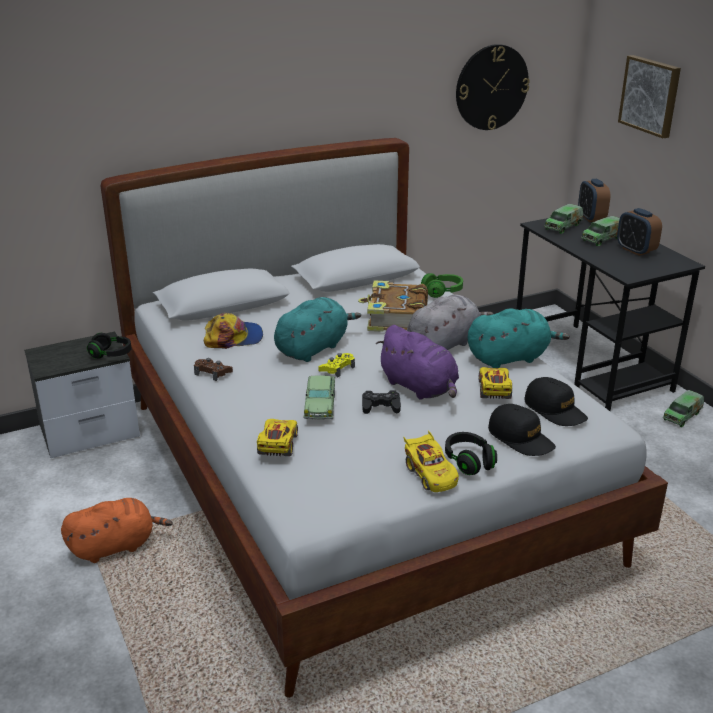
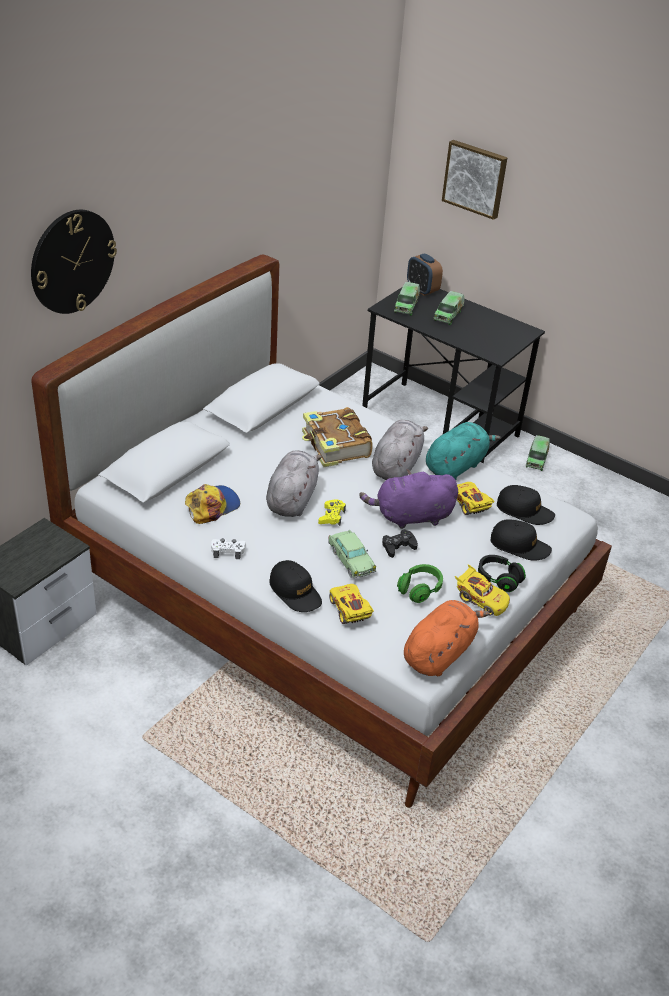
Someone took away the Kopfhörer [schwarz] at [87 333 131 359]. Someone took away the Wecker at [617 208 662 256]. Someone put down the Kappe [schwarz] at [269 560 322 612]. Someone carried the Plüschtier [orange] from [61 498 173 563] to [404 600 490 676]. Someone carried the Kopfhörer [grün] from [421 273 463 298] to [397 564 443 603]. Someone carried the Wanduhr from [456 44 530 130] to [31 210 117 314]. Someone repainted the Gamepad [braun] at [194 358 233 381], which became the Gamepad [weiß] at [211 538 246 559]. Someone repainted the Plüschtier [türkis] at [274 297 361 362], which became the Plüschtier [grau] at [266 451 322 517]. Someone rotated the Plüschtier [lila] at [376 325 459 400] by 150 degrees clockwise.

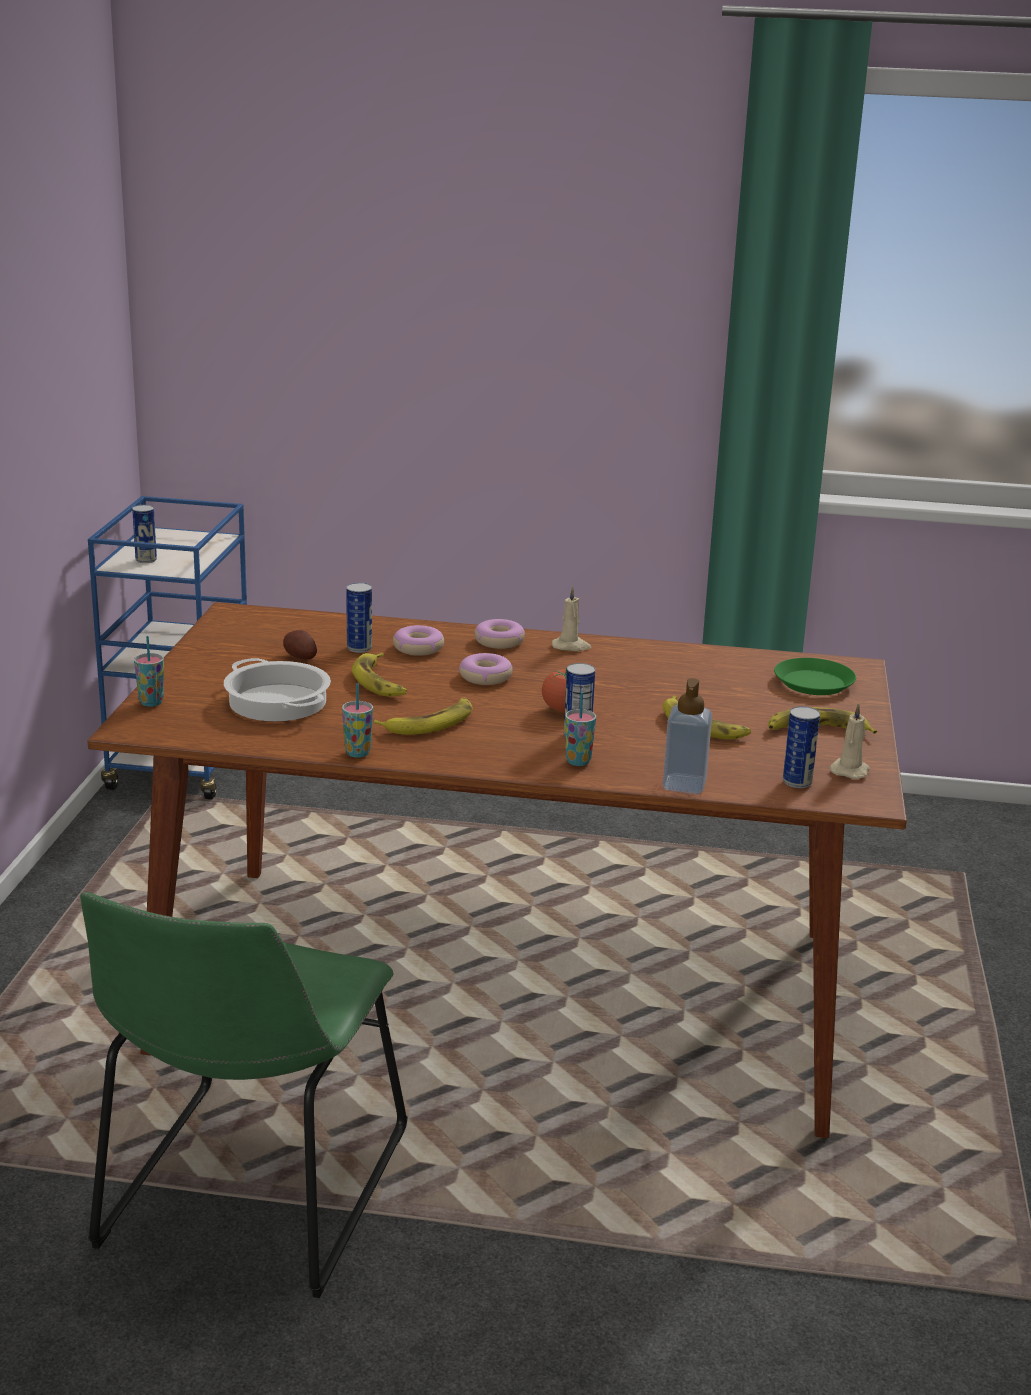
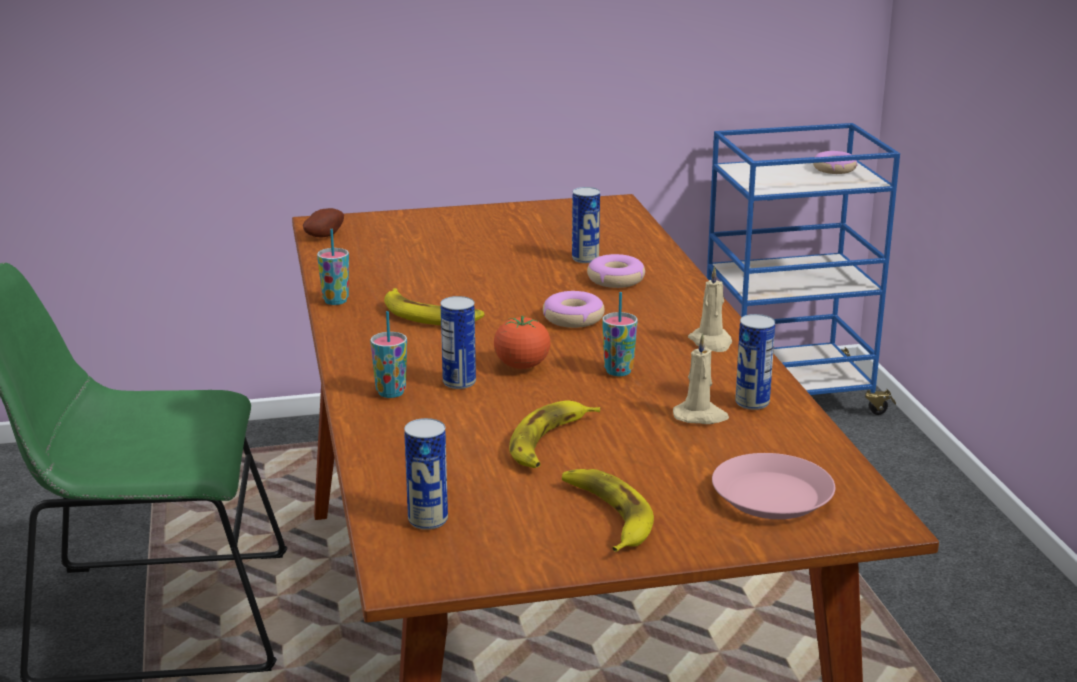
Someone took away the Kochtopf at [224 658 331 721]. Someone took away the Banane at [352 653 407 696]. Someone took away the Seifenspender at [663 678 712 794]. Someone carried the Dose from [132 505 157 563] to [735 314 775 410]. Someone carried the Tasse from [134 636 164 707] to [602 292 638 376]. Someone carried the Kartoffel from [283 630 317 660] to [303 208 344 237]. Someone carried the Donut from [474 619 525 649] to [813 151 857 174]. Someone carried the Kerze [beige] from [829 703 870 779] to [673 333 729 424]. Someone repainted the Teller [grün] at [774 658 856 695], which became the Teller [rosa] at [712 453 835 519].

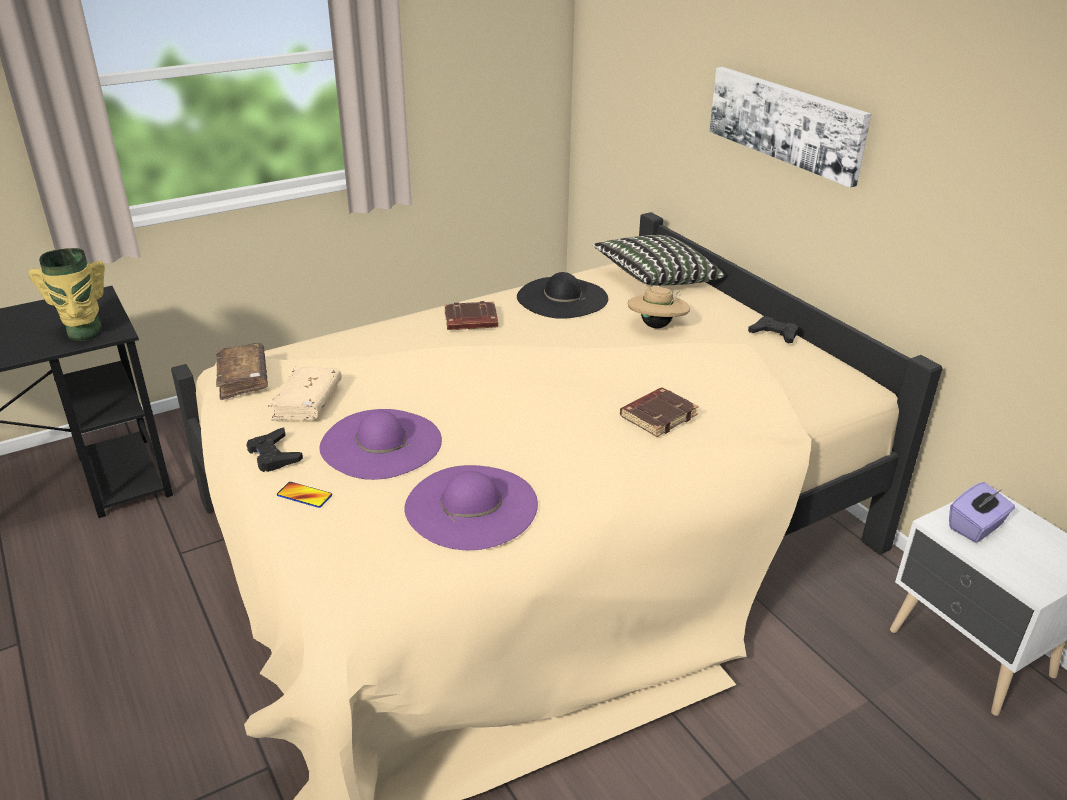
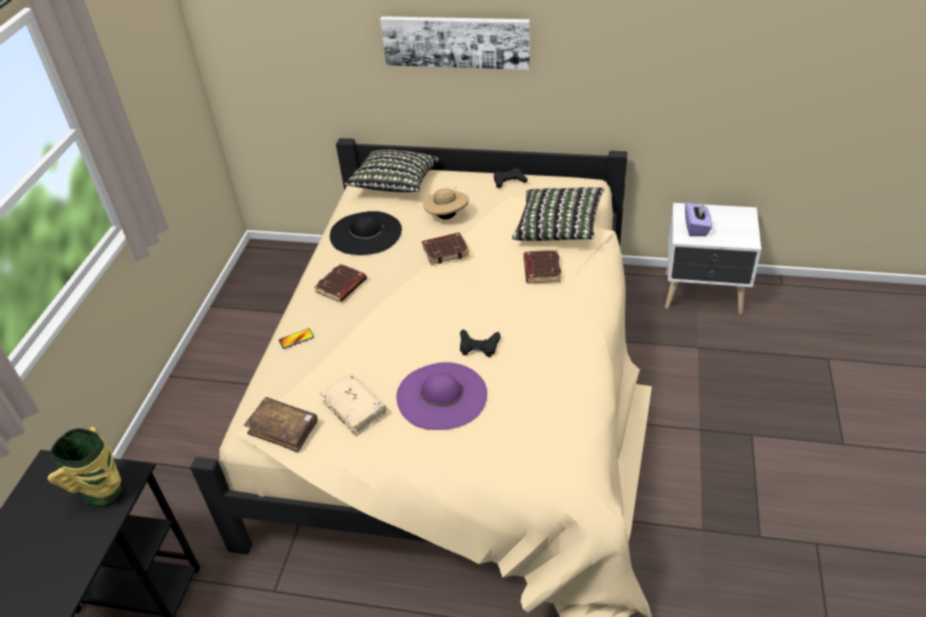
Someone took away the Hut [lila] at [404 465 538 550]. Someone put down the Buch [braun] at [422 232 470 265]. Someone put down the Kissen at [512 187 604 241]. Someone carried the Gamepad [schwarz] from [246 427 303 472] to [460 329 501 357]. Someone carried the Handy from [277 482 332 508] to [279 328 314 349].

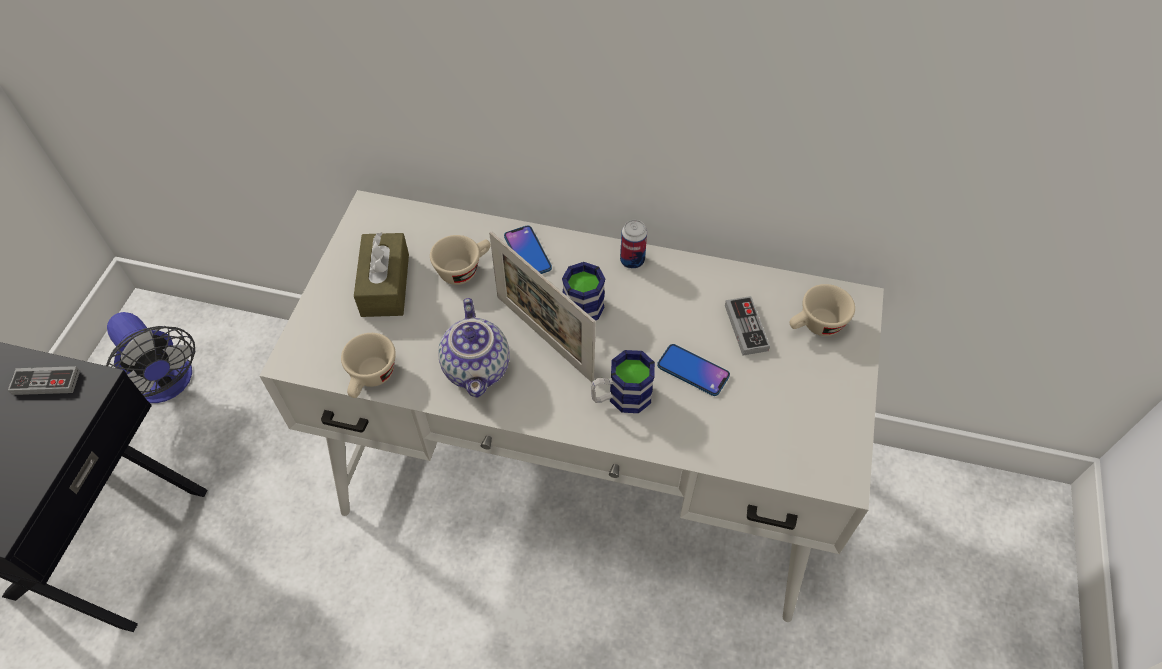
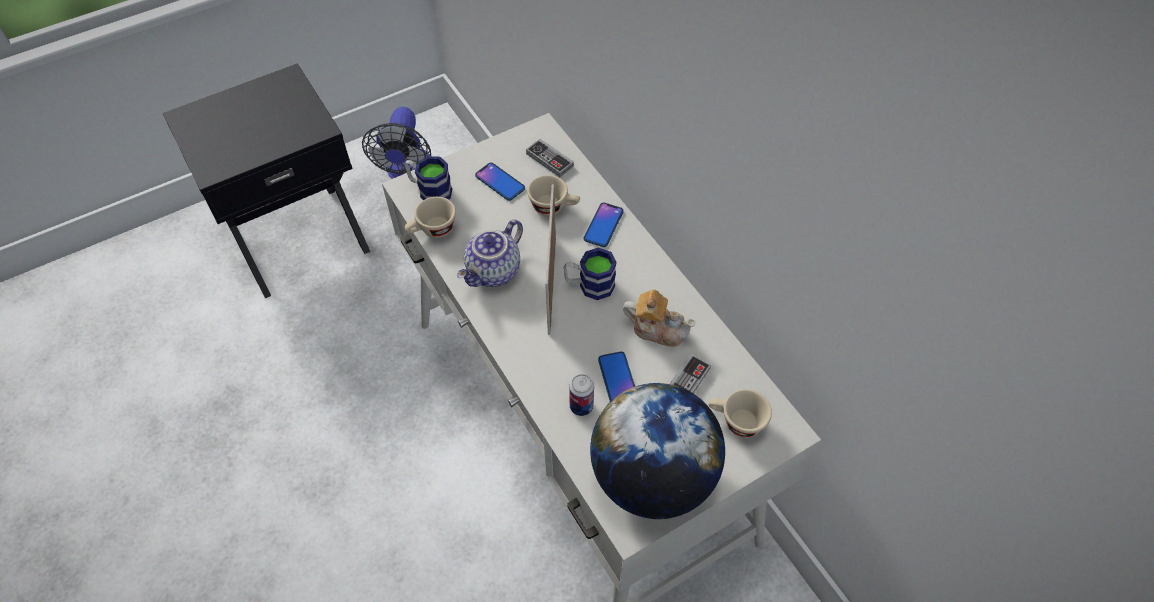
Someone put down the Globus at [590 383 725 519]. Someone put down the Teekanne at [623 289 696 347]. Someone carried the Gamepad from [8 366 80 395] to [526 139 574 177]. Someone carried the Henkelbecher from [591 350 655 413] to [405 156 452 200]. Someone carried the Dose from [620 220 647 269] to [569 374 594 416]. Someone swapped the Taschentuchbox [braun] at [354 232 409 317] for the Handy at [475 163 525 201].

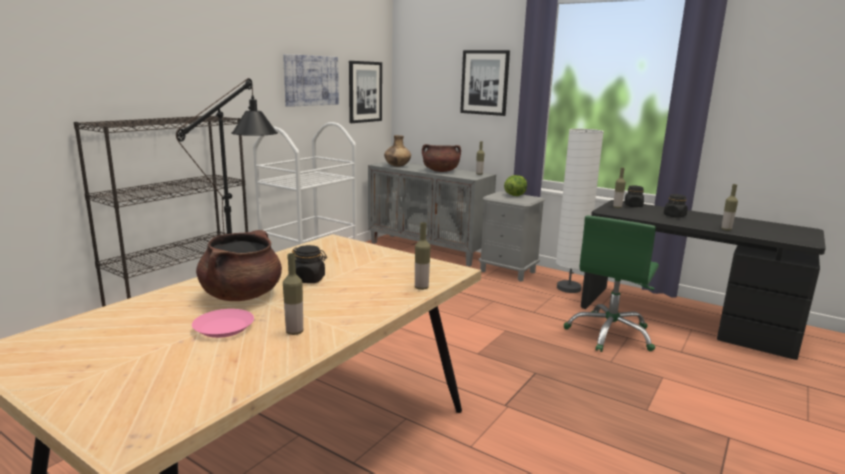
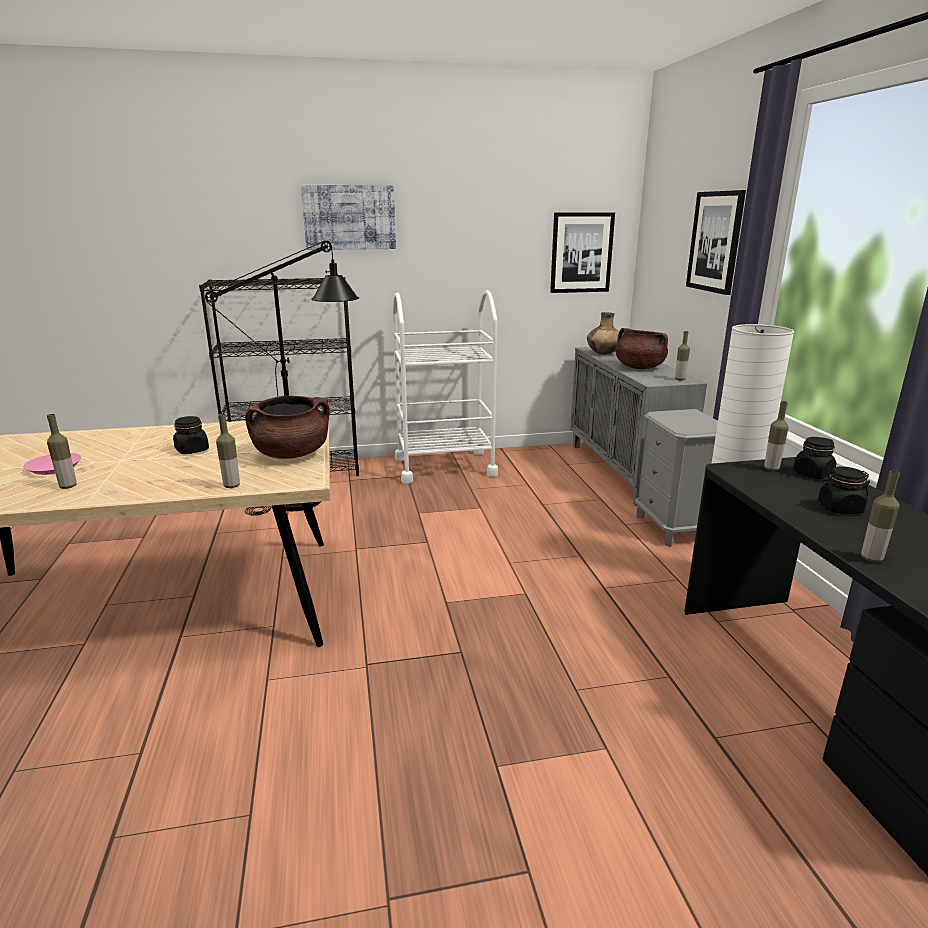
Someone took away the Salatkopf at [504 175 527 196]. Someone took away the Bürostuhl [grün] at [564 215 659 352]. Someone carried the Kochtopf [braun] from [196 230 282 301] to [245 395 330 459]. Someone carried the Bild from [283 54 339 107] to [301 185 396 250].

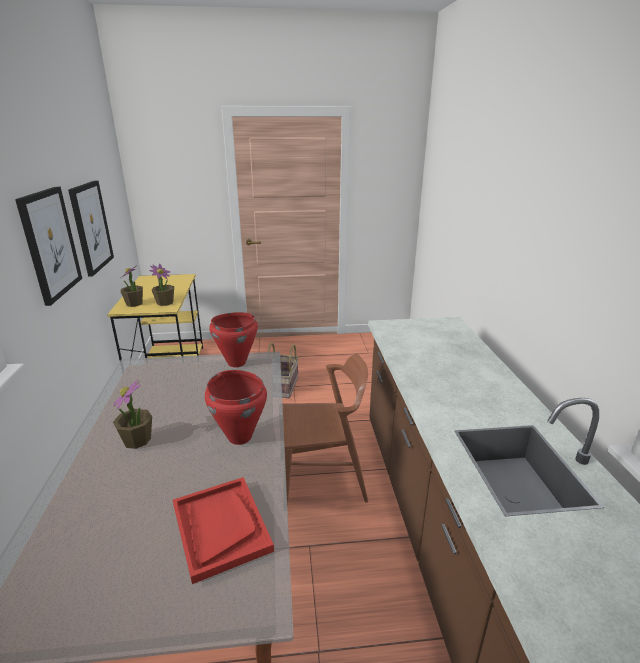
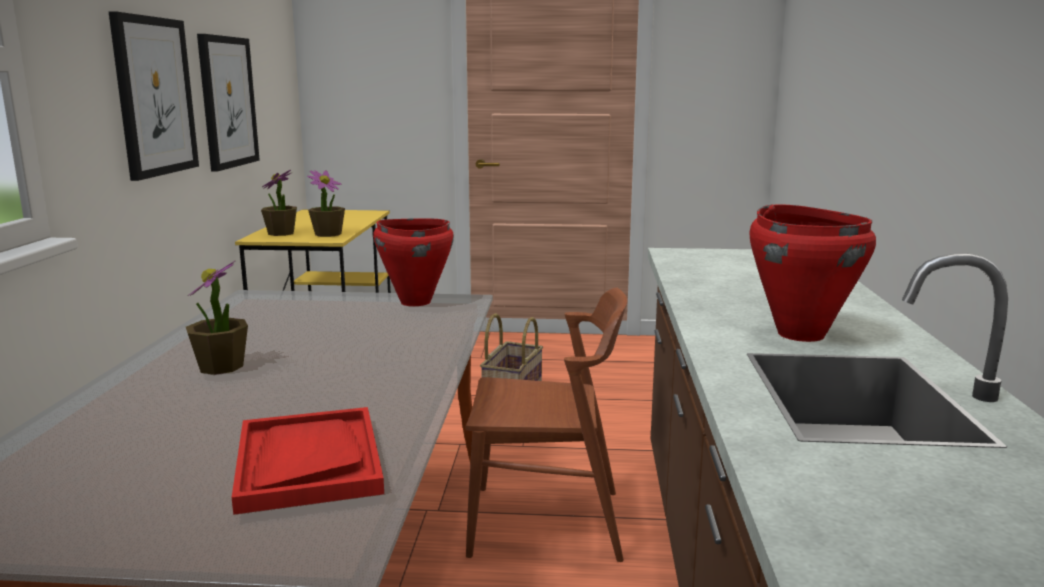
Someone carried the Kochtopf [rot] from [205 370 267 445] to [749 204 876 342].

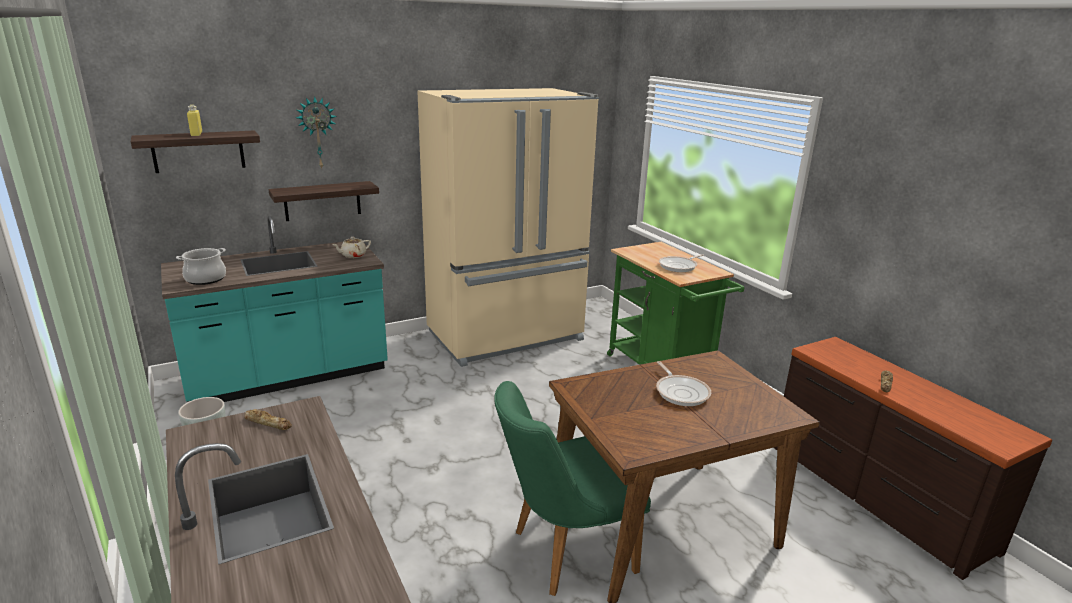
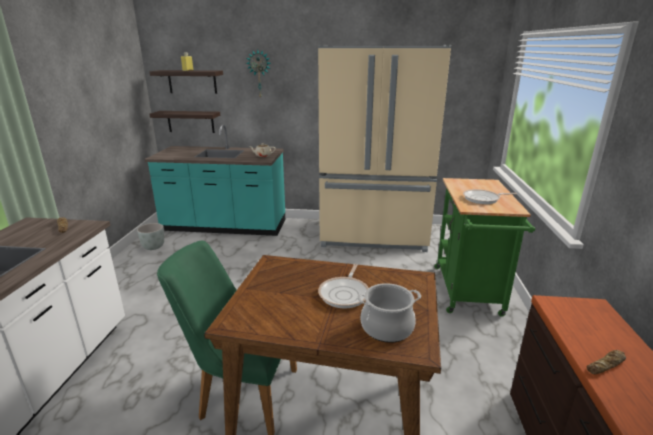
Someone carried the Kochtopf from [176 248 226 285] to [357 283 421 343]. Someone carried the Wandregal from [268 181 379 221] to [149 111 220 133].

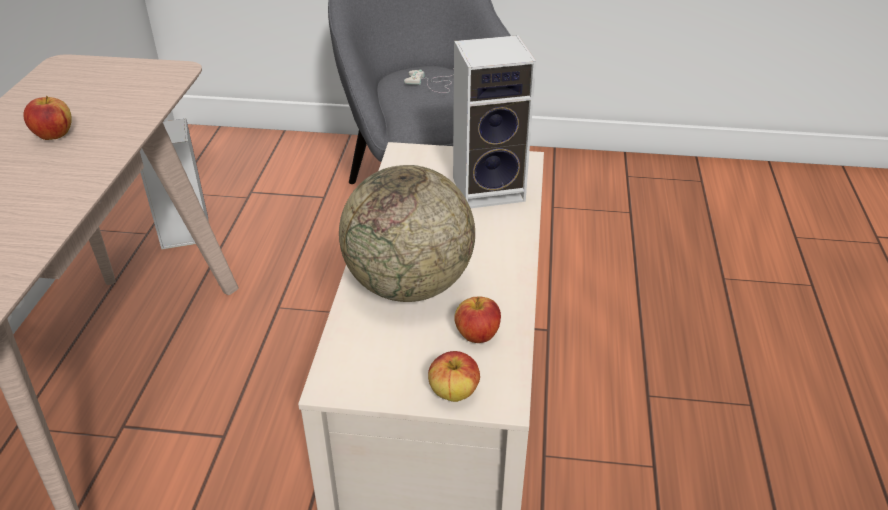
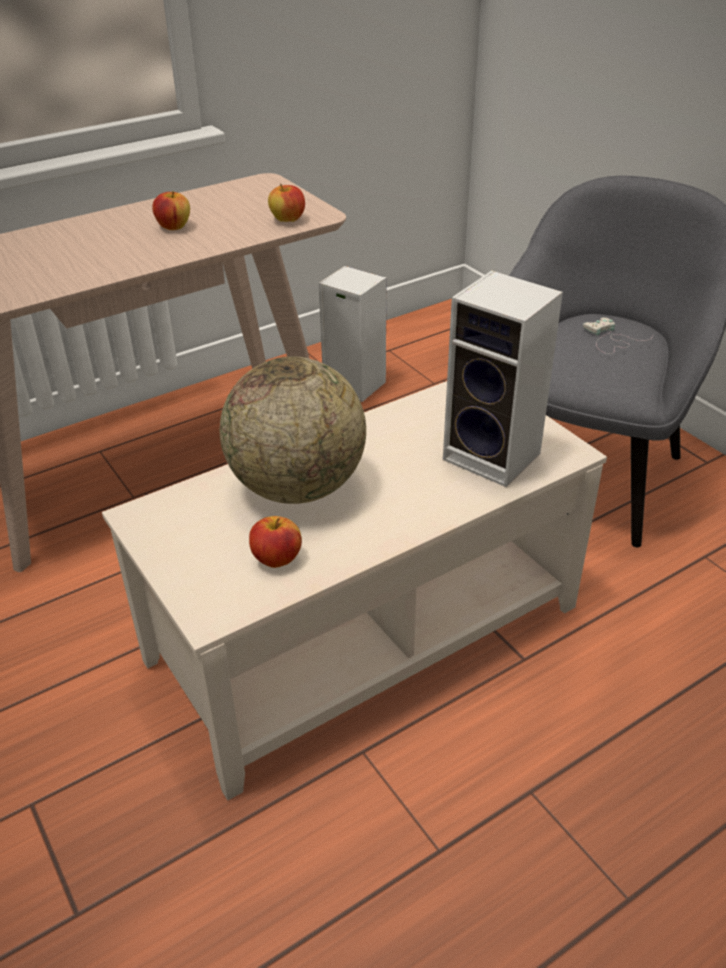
Someone carried the Apfel from [428 351 480 402] to [268 184 305 222].

